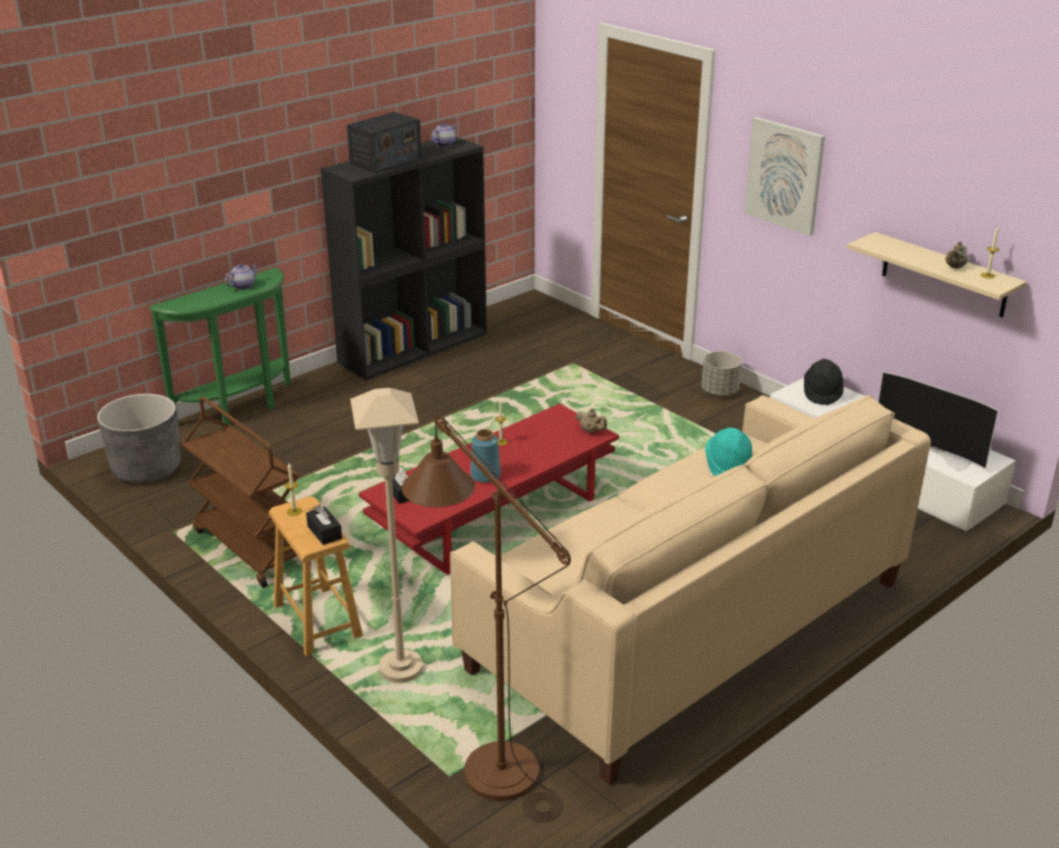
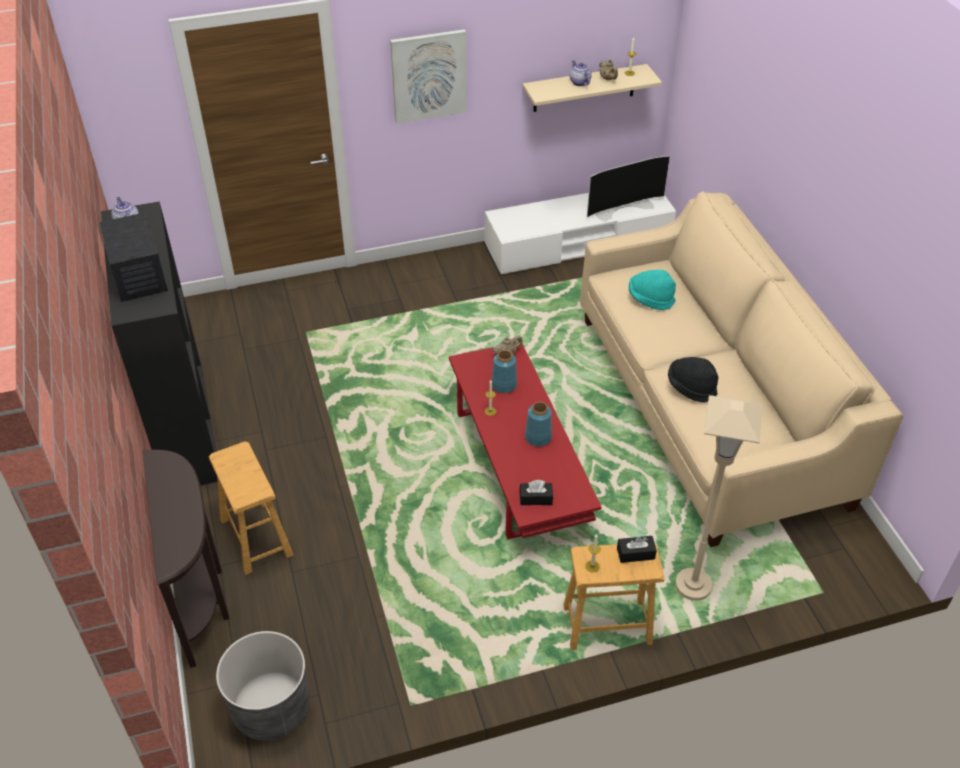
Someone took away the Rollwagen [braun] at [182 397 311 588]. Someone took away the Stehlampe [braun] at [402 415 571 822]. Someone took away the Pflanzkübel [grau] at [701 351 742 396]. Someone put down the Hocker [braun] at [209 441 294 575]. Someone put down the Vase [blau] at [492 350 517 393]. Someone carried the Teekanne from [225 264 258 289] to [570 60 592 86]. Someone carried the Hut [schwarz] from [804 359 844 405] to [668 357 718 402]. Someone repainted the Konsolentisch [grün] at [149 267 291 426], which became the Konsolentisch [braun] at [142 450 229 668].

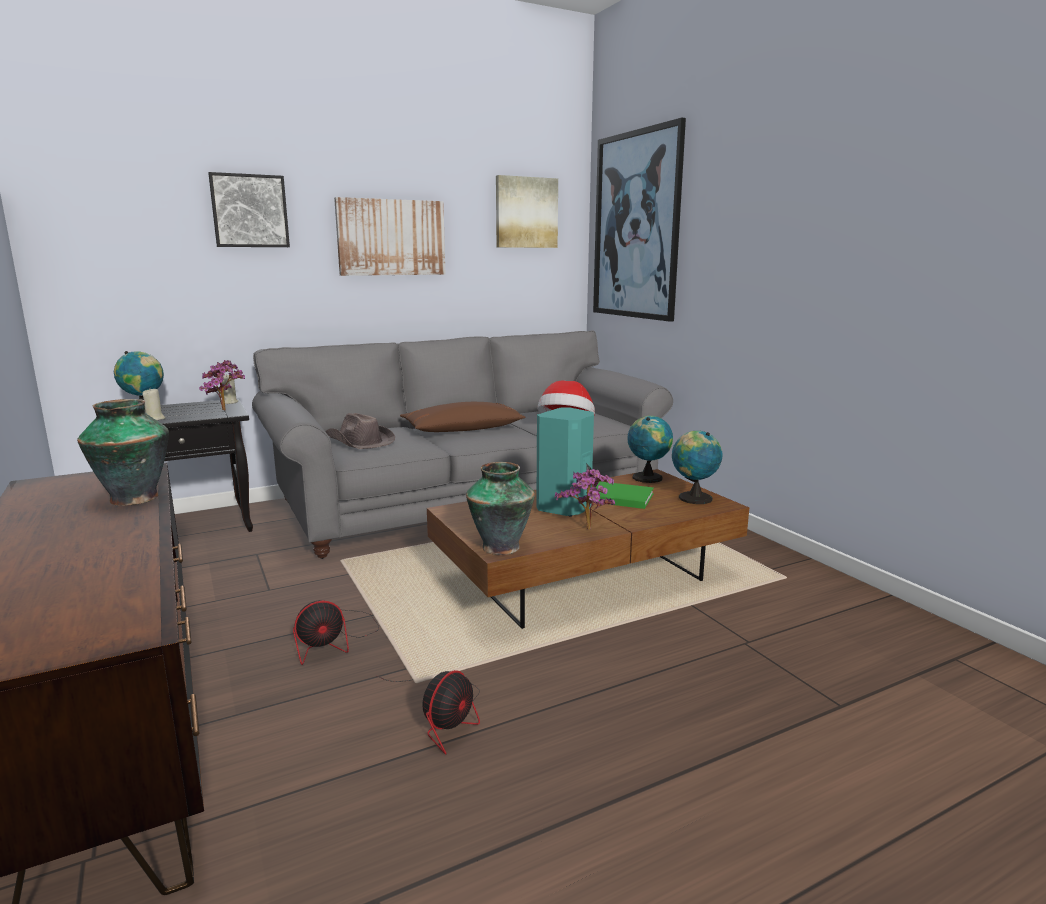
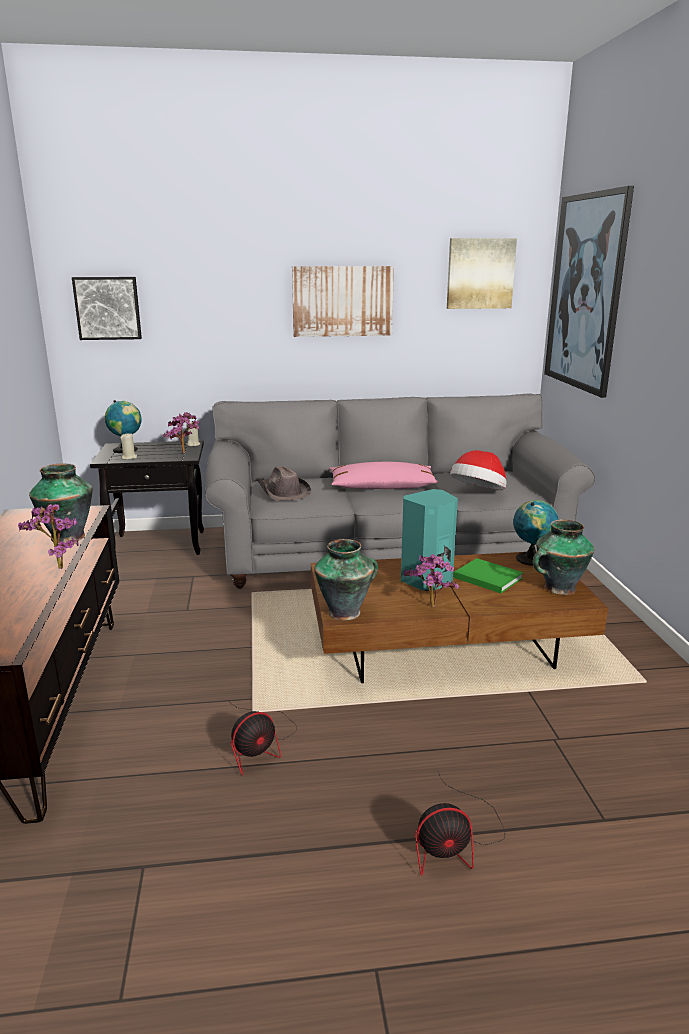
Someone put down the Topfpflanze at [18 504 79 569]. Someone carried the Bild from [208 172 290 247] to [72 277 142 340]. Someone carried the Ventilator from [293 600 379 665] to [415 770 505 876]. Someone swapped the Globus at [672 431 723 504] for the Vase at [533 519 594 595]. Someone repainted the Kissen [braun] at [400 402 526 432], which became the Kissen [rosa] at [329 462 438 489].

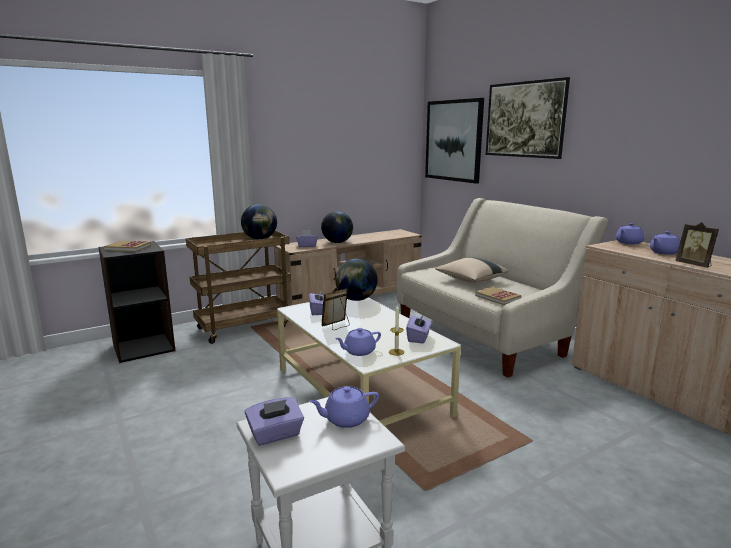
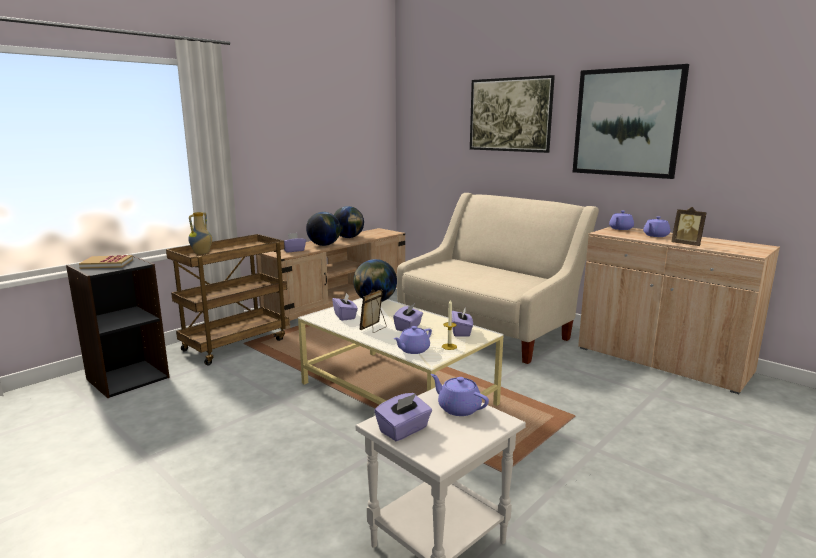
Someone took away the Kissen [beige] at [435 257 508 283]. Someone took away the Buch at [475 287 521 305]. Someone put down the Vase at [188 212 212 254]. Someone put down the Taschentuchbox [lila] at [393 303 423 331]. Someone carried the Globus from [241 204 277 240] to [334 206 364 238]. Someone carried the Bild from [425 98 484 184] to [573 64 689 179]. Someone rotated the Teekanne [lila] at [309 386 379 428] by 75 degrees clockwise.

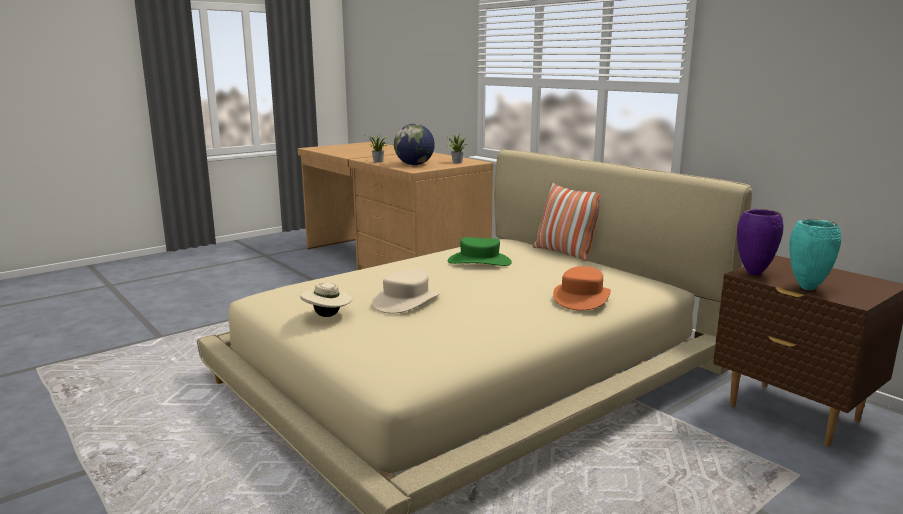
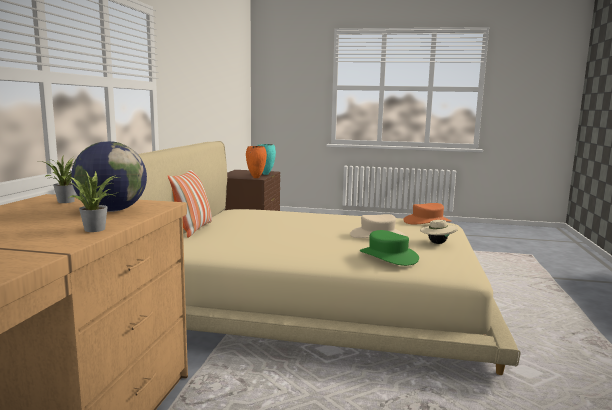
Someone carried the Hut [grün] from [448 237 512 266] to [360 230 419 266]. Someone carried the Hut [orange] from [553 266 611 311] to [403 203 451 224]. Someone repainted the Vase [lila] at [737 209 784 275], which became the Vase [orange] at [246 146 267 178].

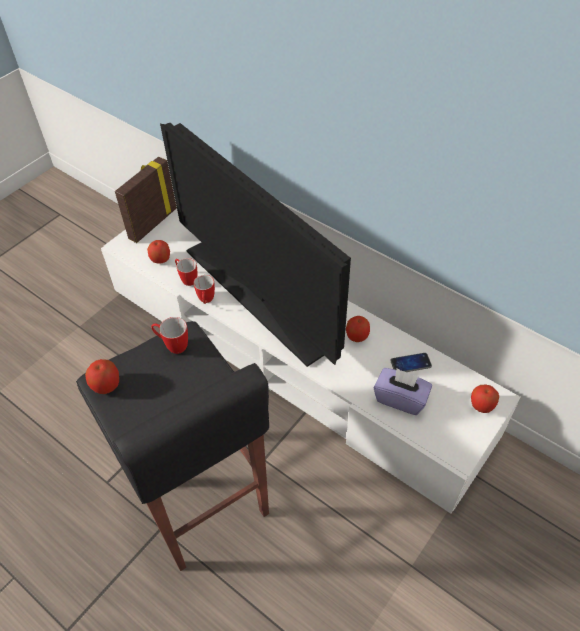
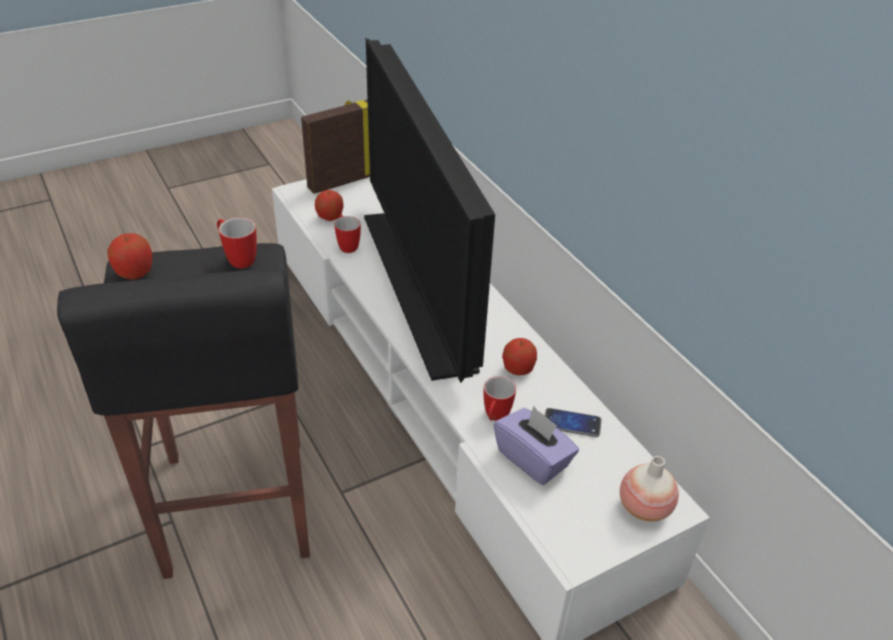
Someone carried the Henkelbecher from [194 275 215 304] to [484 376 516 421]. Someone swapped the Apfel at [471 385 499 413] for the Vase at [620 456 679 522].

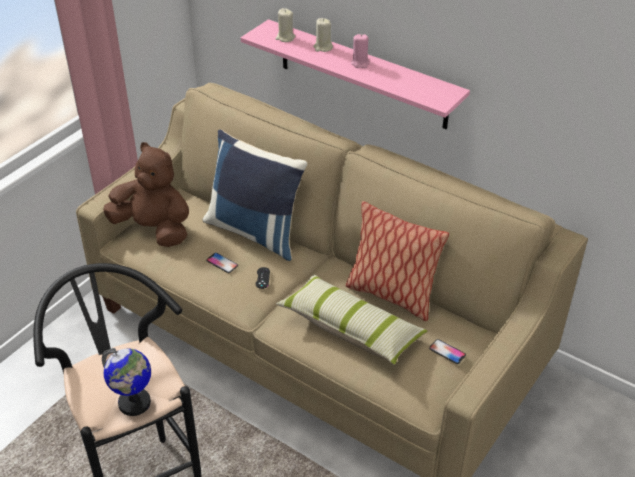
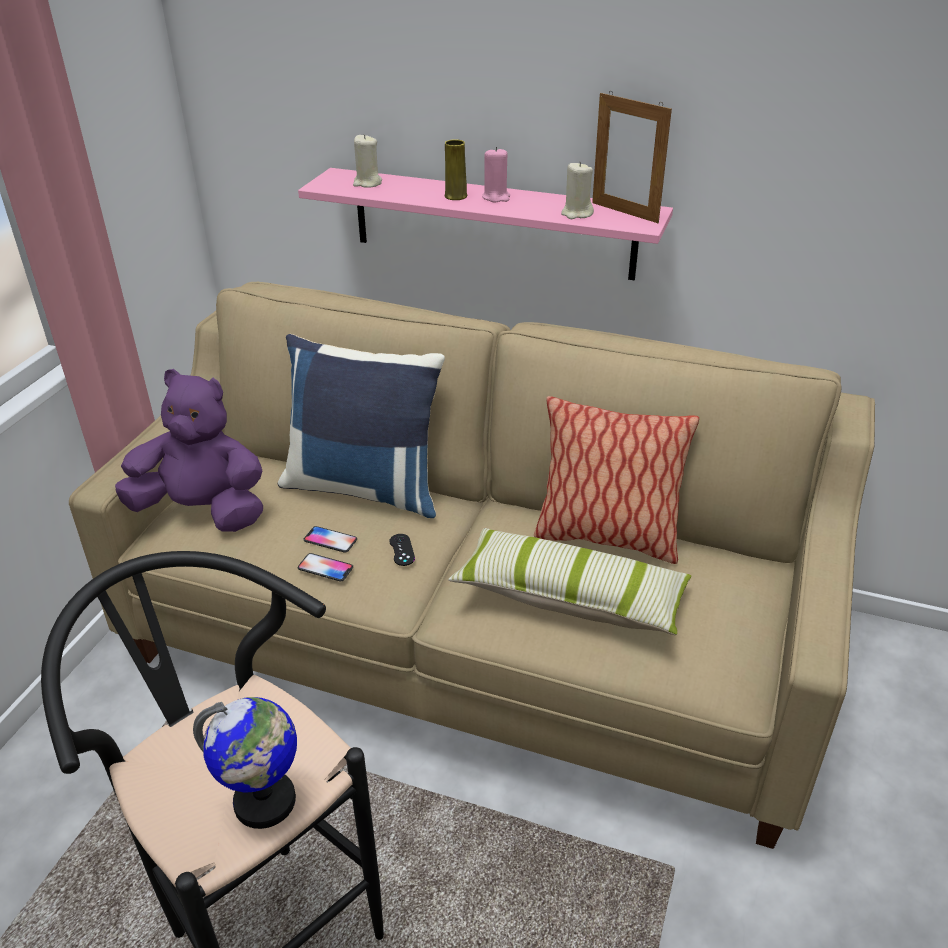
Someone put down the Vase [gelb] at [445 139 467 200]. Someone put down the Bilderrahmen at [592 91 672 223]. Someone carried the Kerze [beige] from [314 18 333 52] to [561 162 594 219]. Someone carried the Handy from [429 339 466 364] to [298 553 353 581]. Someone repainted the Plüschtier [braun] at [103 142 189 247], which became the Plüschtier [lila] at [115 369 263 532].

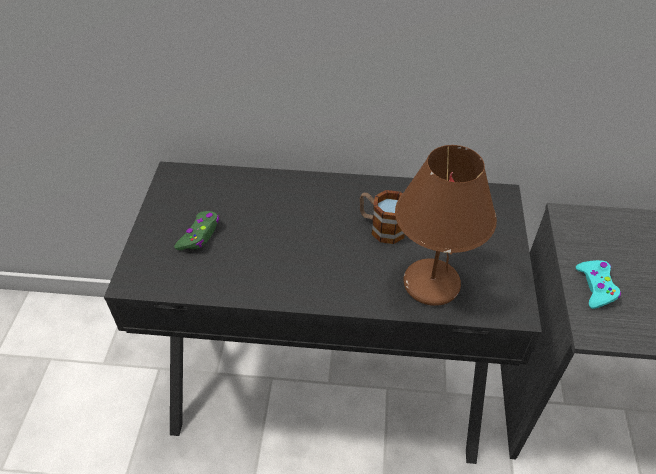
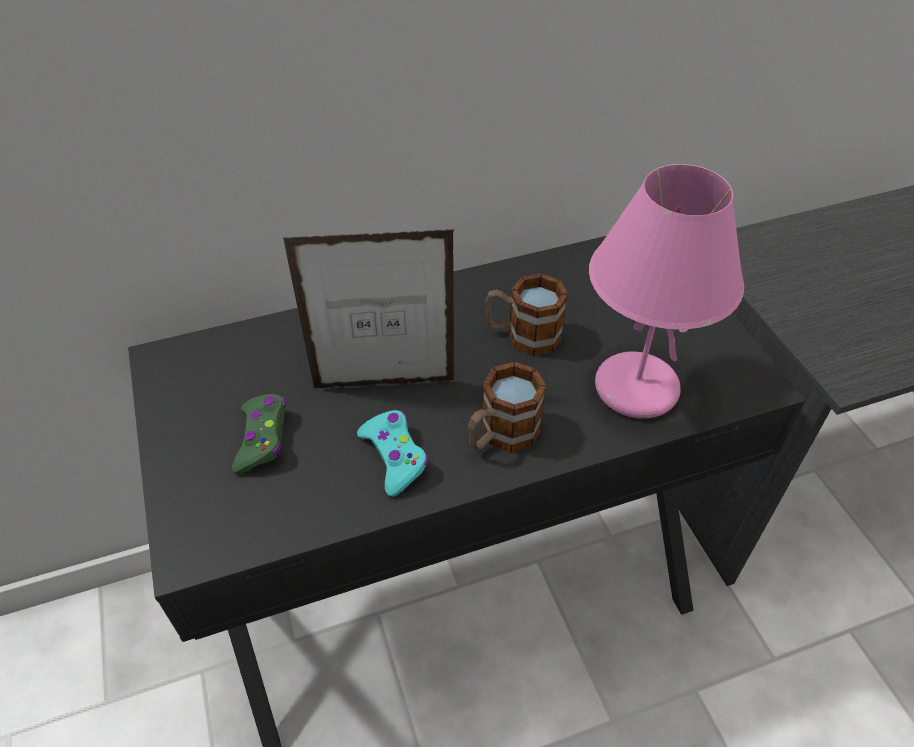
Someone put down the Bilderrahmen at [283 229 455 389]. Someone put down the Henkelbecher at [468 362 546 452]. Someone carried the Gamepad [türkis] from [576 260 621 309] to [357 410 428 497]. Someone repainted the Tischlampe [braun] at [395 145 497 306], which became the Tischlampe [rosa] at [589 164 744 419].

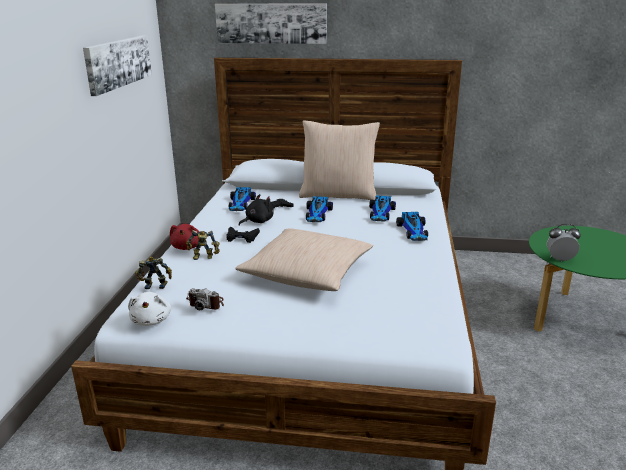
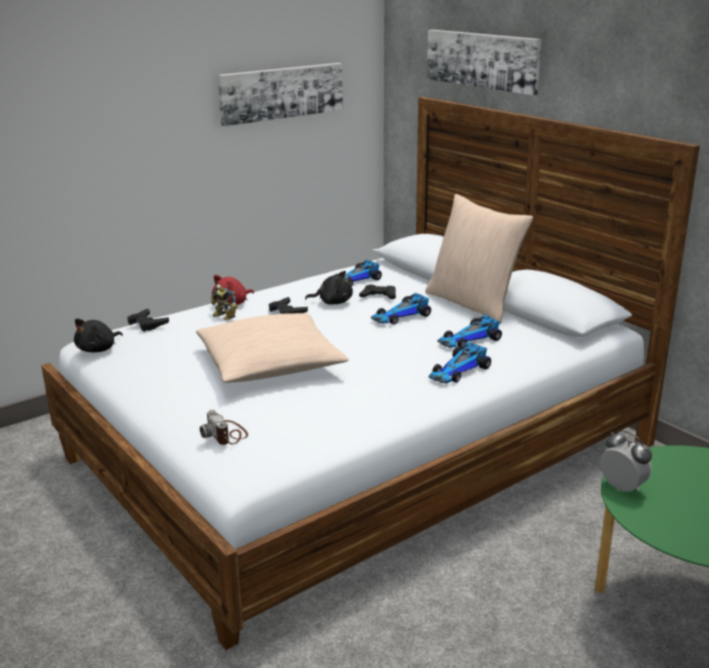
Someone carried the Kamera from [186 288 224 310] to [200 410 248 445]. Someone swapped the Spielzeugroboter at [135 256 172 289] for the Gamepad [schwarz] at [127 309 169 332]. Someone repainted the Plüschtier [weiß] at [128 292 171 326], which became the Plüschtier [schwarz] at [74 319 123 352].

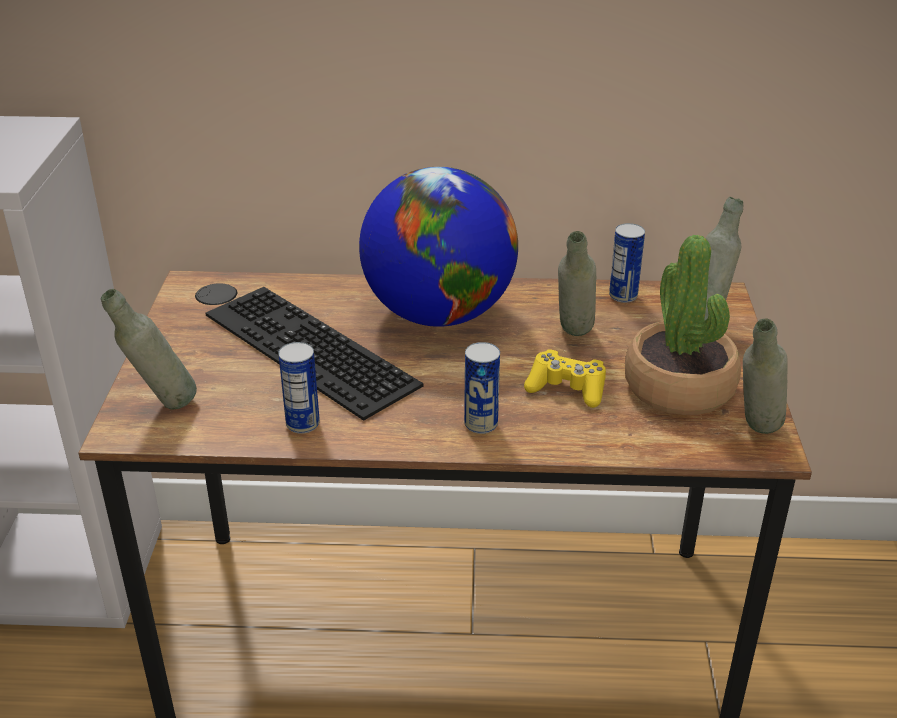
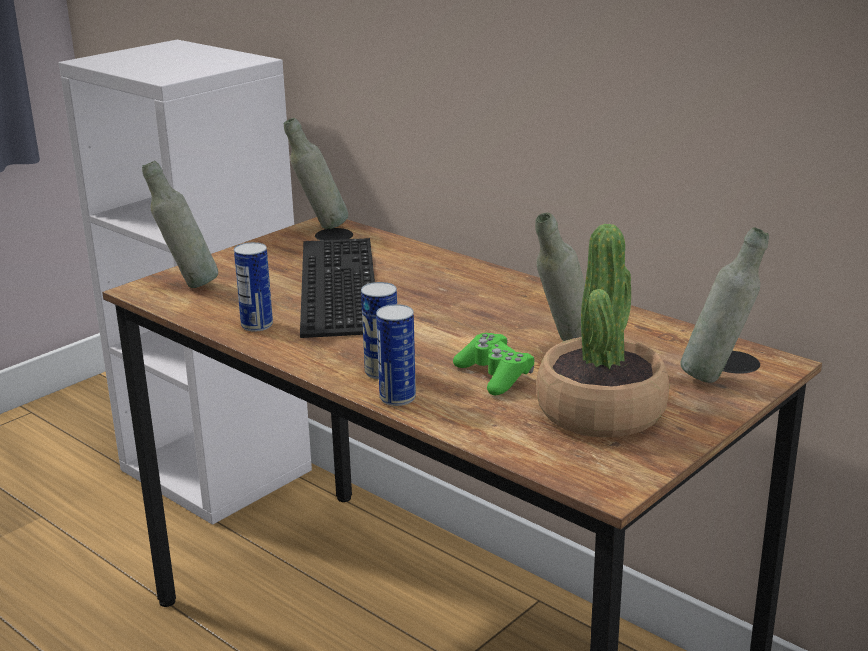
Someone took away the Globus at [359 167 518 327]. Someone carried the Dose from [609 223 645 303] to [376 304 416 406]. Someone carried the Flasche [grau] from [743 318 788 434] to [284 118 348 229]. Someone repainted the Gamepad [gelb] at [524 349 606 408], which became the Gamepad [grün] at [453 333 535 395].

